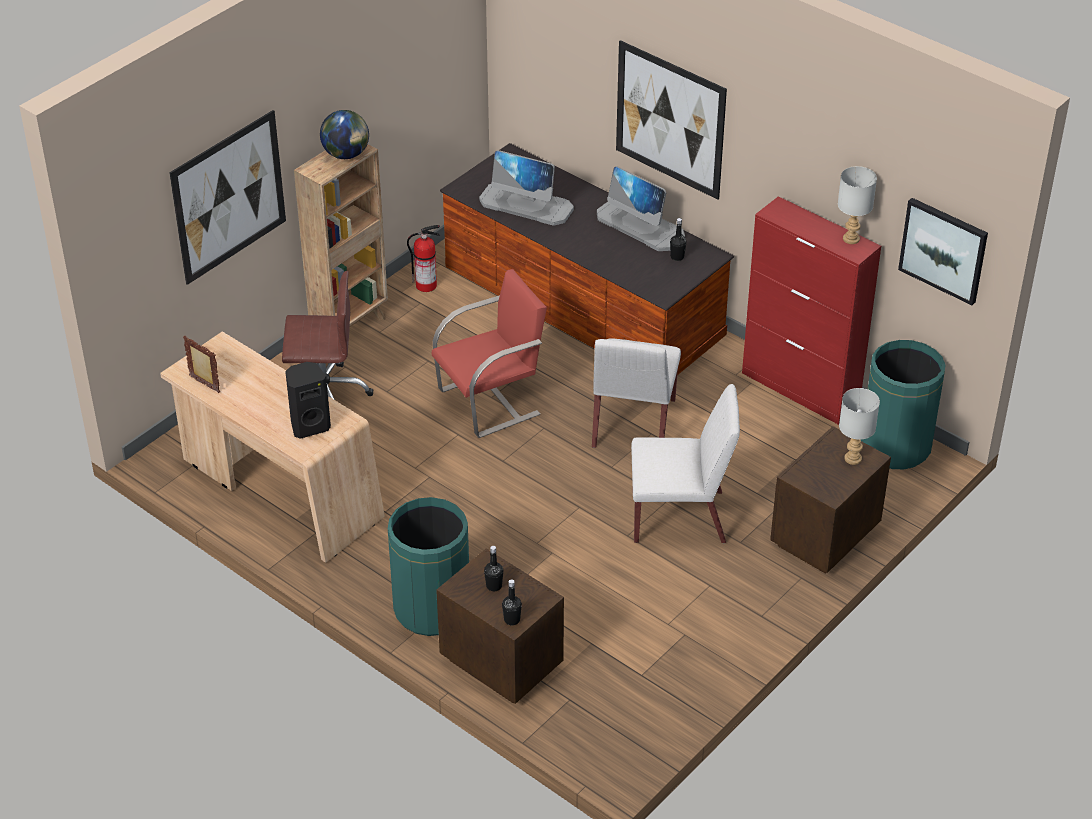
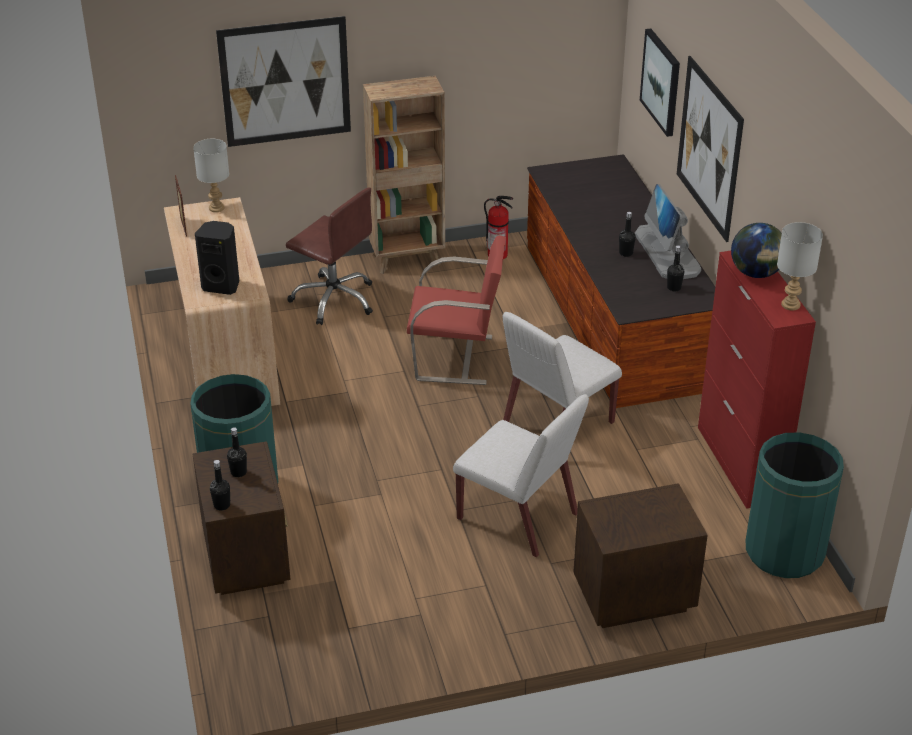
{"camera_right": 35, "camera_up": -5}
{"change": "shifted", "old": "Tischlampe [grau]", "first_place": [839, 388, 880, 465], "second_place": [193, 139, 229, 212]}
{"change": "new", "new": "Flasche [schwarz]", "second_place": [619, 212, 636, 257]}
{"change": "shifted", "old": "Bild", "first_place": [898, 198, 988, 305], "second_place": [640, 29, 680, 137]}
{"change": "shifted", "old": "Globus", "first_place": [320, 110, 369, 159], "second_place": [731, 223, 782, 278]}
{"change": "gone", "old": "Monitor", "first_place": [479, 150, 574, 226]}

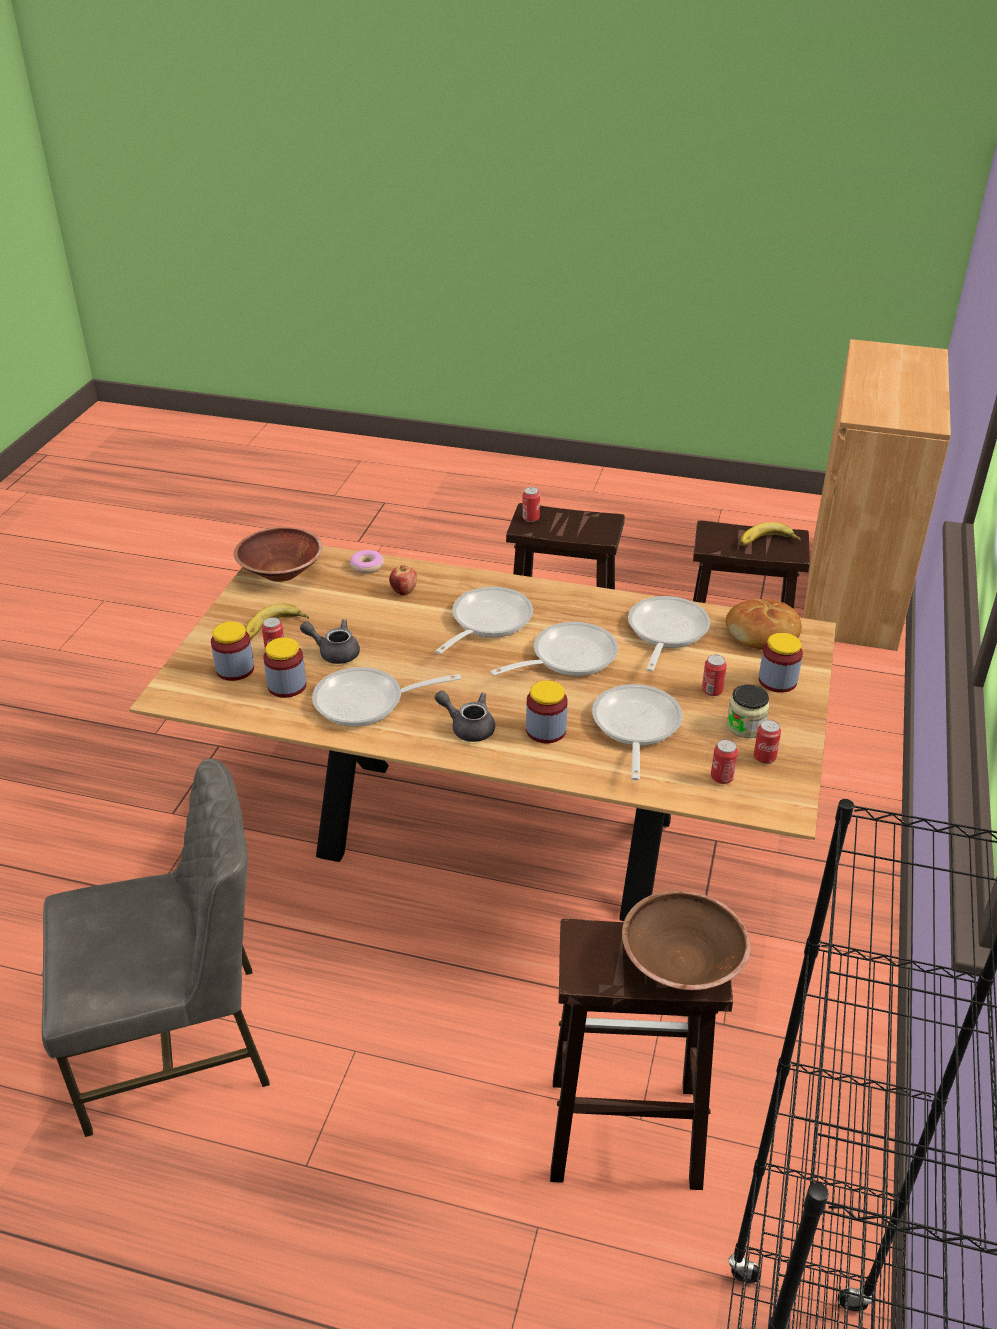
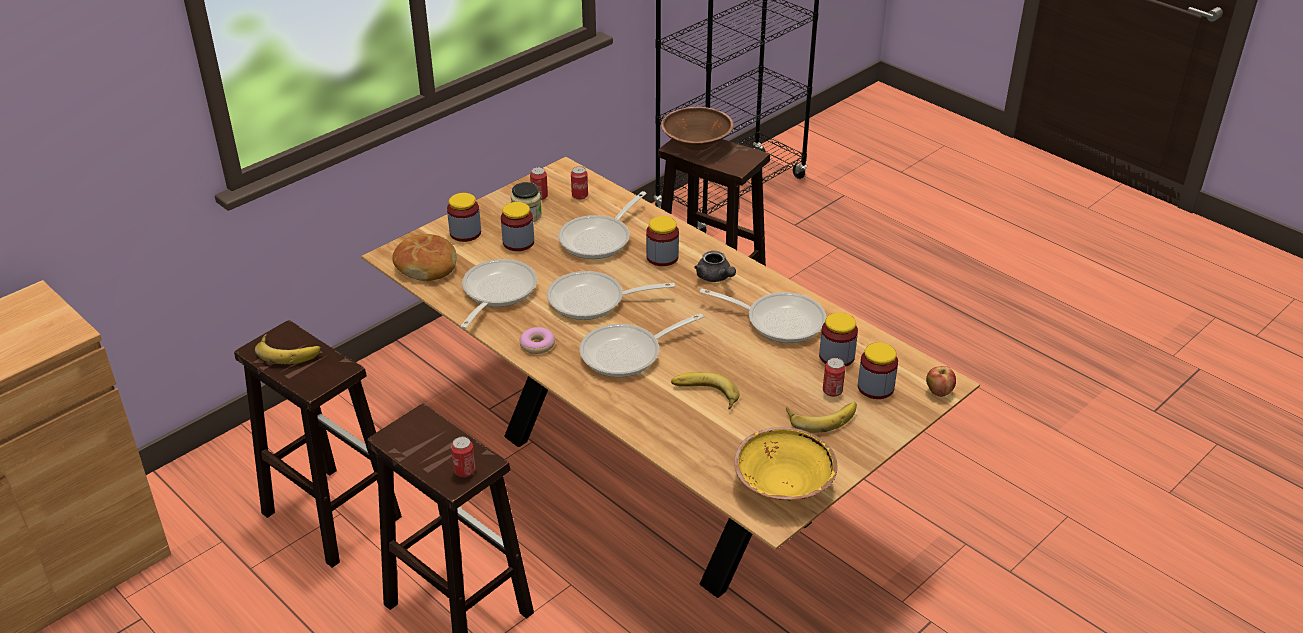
{"camera_right": -150, "camera_up": 0}
{"change": "rotated", "old": "Pfanne", "first_place": [628, 596, 710, 672], "second_place": [460, 259, 537, 329], "degrees": 150}
{"change": "swapped", "old": "Dose", "new": "Vorratsglas", "first_place": [702, 655, 727, 696], "second_place": [501, 202, 534, 251]}
{"change": "shifted", "old": "Donut", "first_place": [350, 550, 384, 574], "second_place": [519, 327, 555, 354]}
{"change": "new", "new": "Banane", "second_place": [671, 372, 739, 409]}
{"change": "repainted", "old": "Schüssel [braun]", "new": "Schüssel [gelb]", "first_place": [234, 527, 323, 582], "second_place": [734, 427, 837, 501]}
{"change": "shifted", "old": "Apfel", "first_place": [389, 565, 417, 595], "second_place": [926, 366, 956, 397]}
{"change": "gone", "old": "Stuhl [grau]", "first_place": [42, 759, 270, 1137]}
{"change": "gone", "old": "Teekanne [grau]", "first_place": [300, 619, 360, 664]}

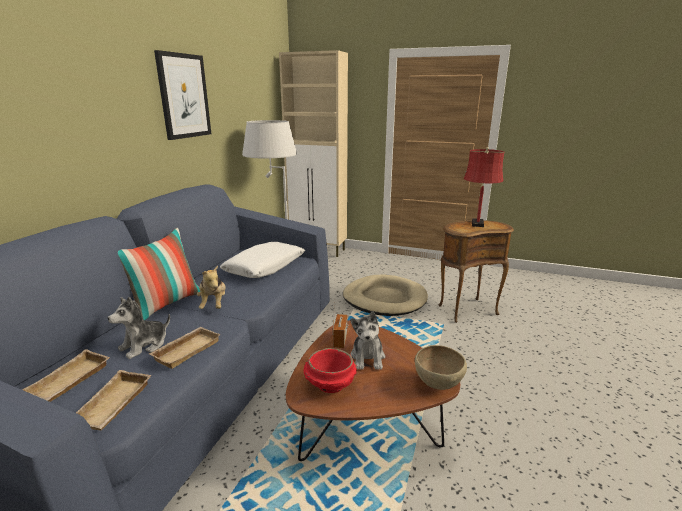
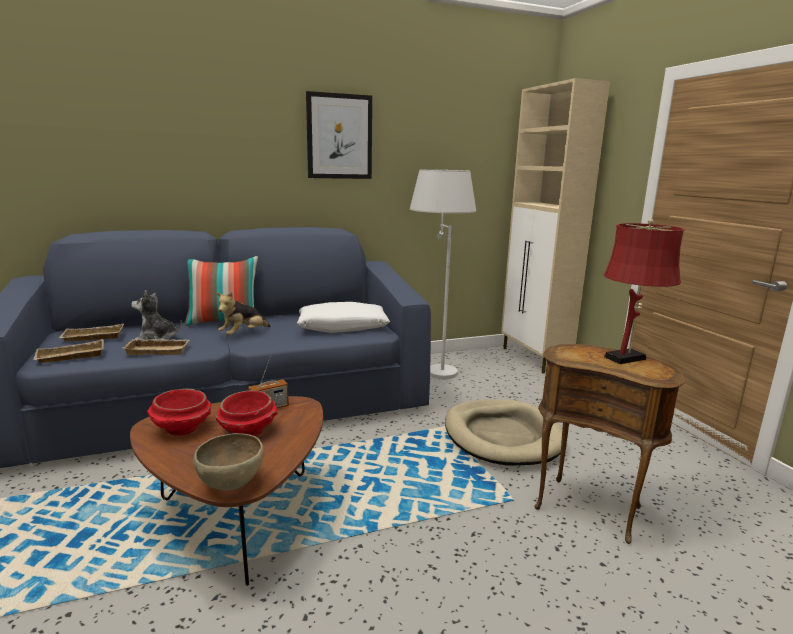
{"camera_right": 50, "camera_up": -5}
{"change": "swapped", "old": "Plüschtier", "new": "Schüssel [rot]", "first_place": [350, 312, 385, 370], "second_place": [216, 390, 278, 436]}

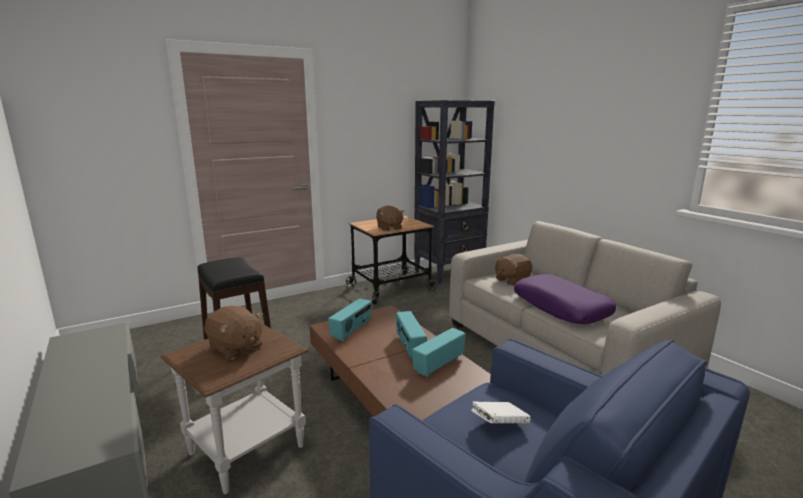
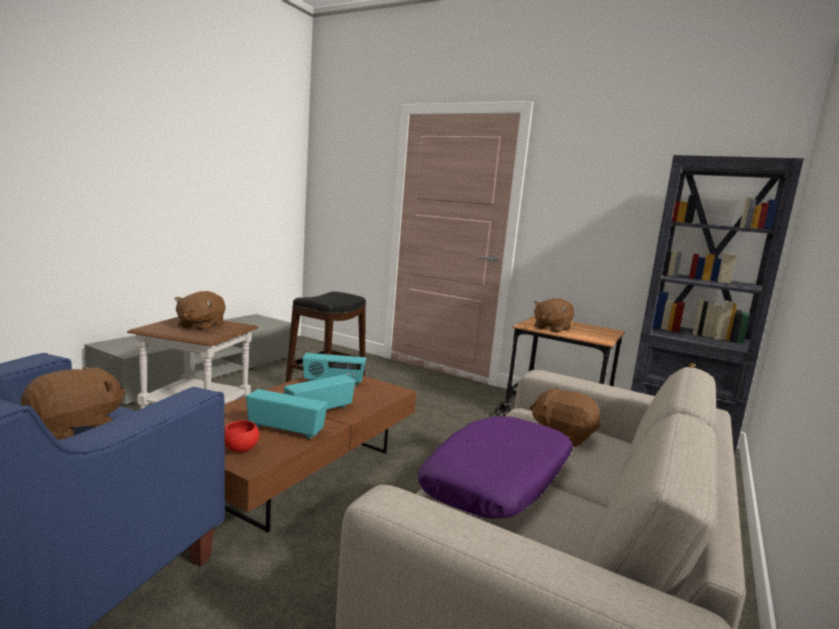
{"camera_right": 60, "camera_up": -5}
{"change": "swapped", "old": "Buch [weiß]", "new": "Plüschtier [braun]", "first_place": [471, 402, 530, 424], "second_place": [21, 366, 126, 440]}
{"change": "new", "new": "Schüssel [rot]", "second_place": [225, 420, 259, 453]}

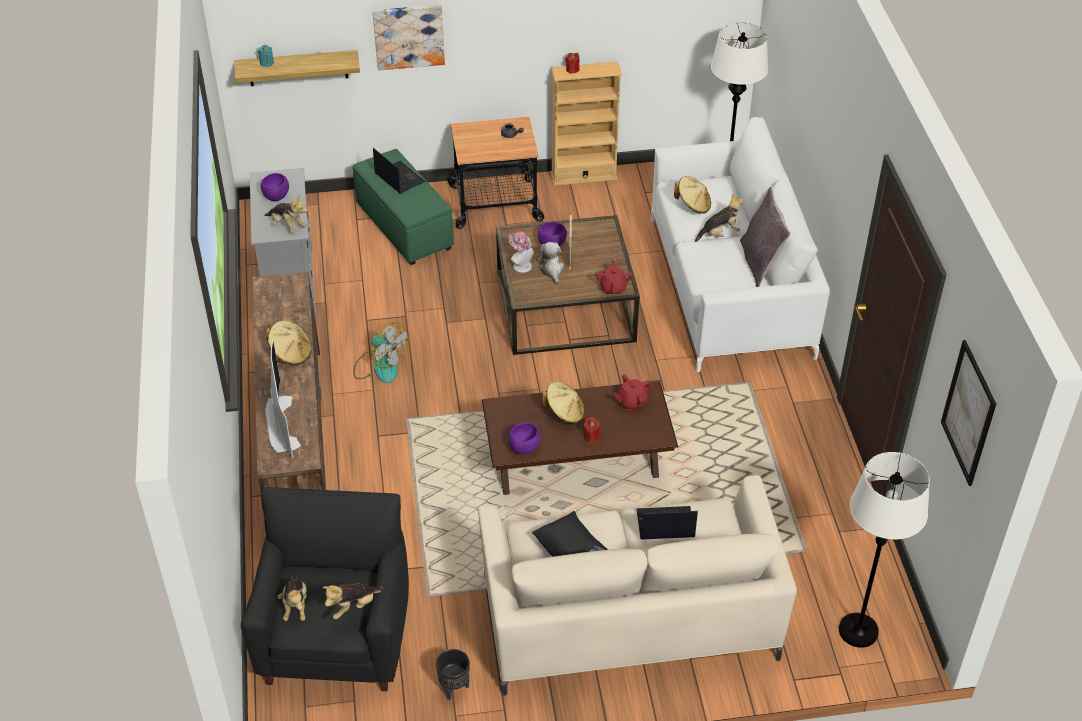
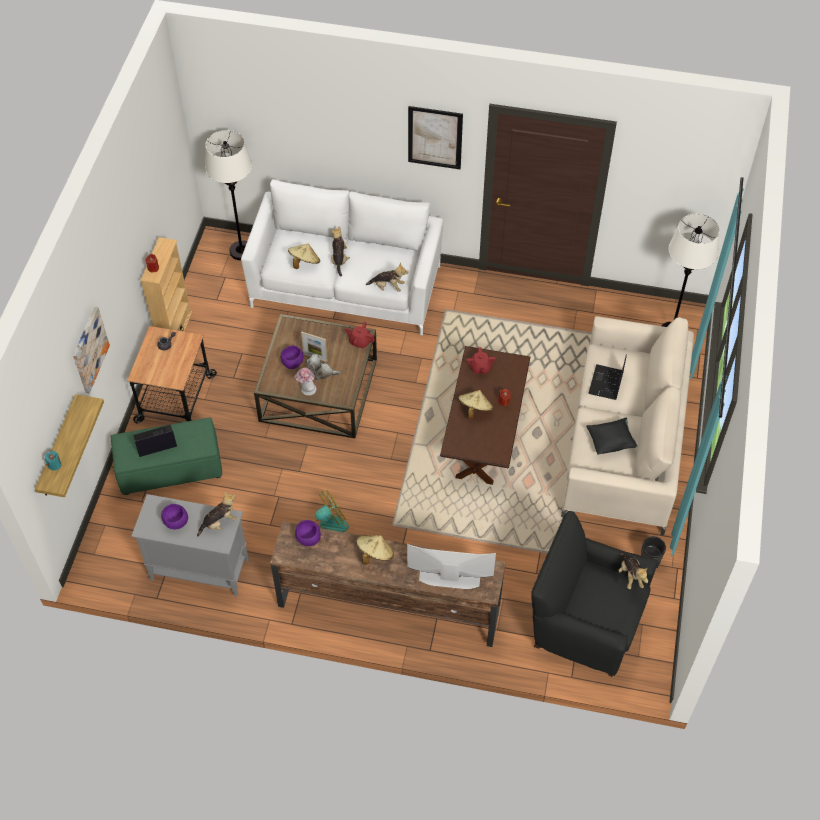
{"camera_right": -70, "camera_up": 10}
{"change": "shifted", "old": "Schüssel [lila]", "first_place": [508, 423, 541, 455], "second_place": [295, 520, 321, 546]}
{"change": "shifted", "old": "Plüschtier", "first_place": [277, 577, 307, 621], "second_place": [366, 263, 409, 292]}
{"change": "shifted", "old": "Bild", "first_place": [941, 340, 996, 486], "second_place": [408, 106, 463, 169]}
{"change": "gone", "old": "Kissen [grau]", "first_place": [740, 187, 791, 287]}

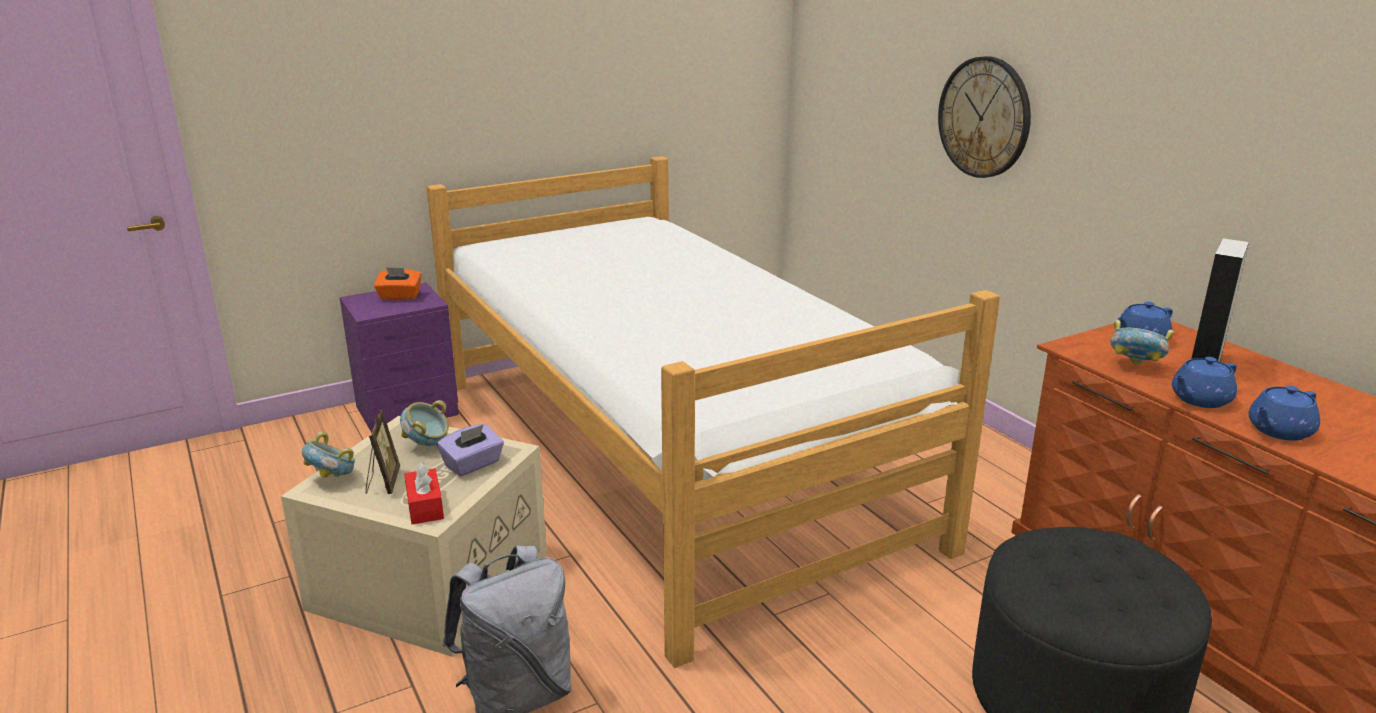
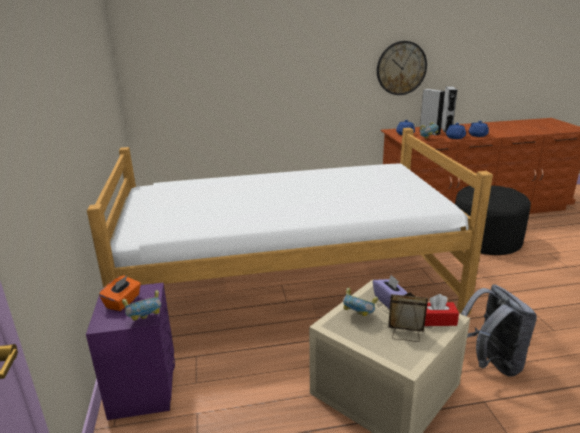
{"camera_right": -70, "camera_up": 0}
{"change": "shifted", "old": "Schüssel", "first_place": [302, 431, 355, 477], "second_place": [122, 290, 161, 321]}
{"change": "shifted", "old": "Wanduhr", "first_place": [938, 56, 1031, 178], "second_place": [377, 41, 427, 95]}
{"change": "new", "new": "Lautsprecher [grau]", "second_place": [441, 87, 457, 132]}

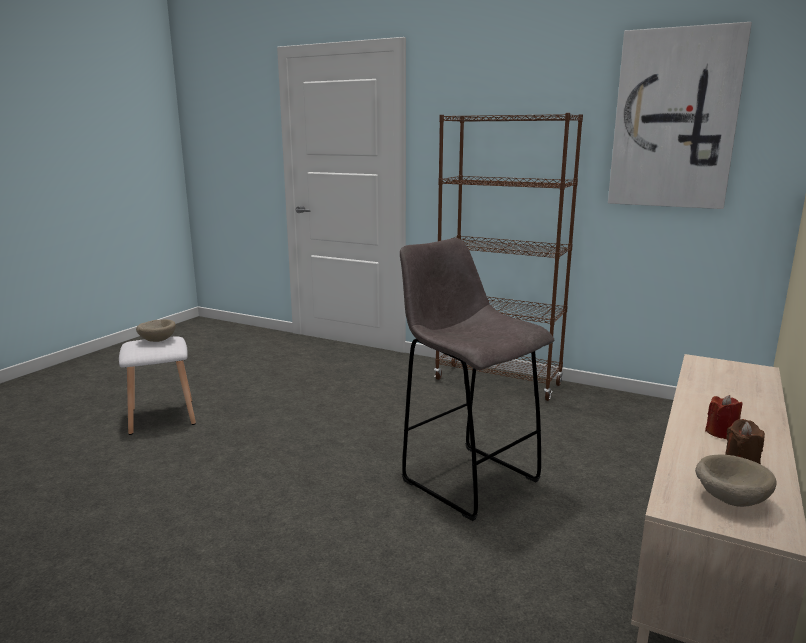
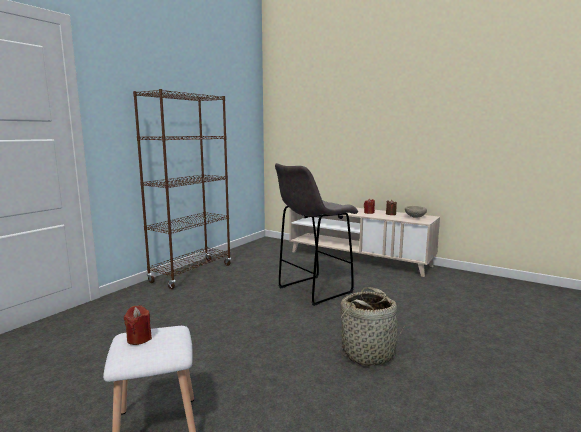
{"camera_right": -85, "camera_up": -5}
{"change": "swapped", "old": "Schüssel [beige]", "new": "Kerze [rot]", "first_place": [136, 319, 176, 342], "second_place": [124, 305, 152, 345]}
{"change": "new", "new": "Korb", "second_place": [338, 287, 405, 366]}
{"change": "gone", "old": "Bild", "first_place": [608, 22, 752, 209]}

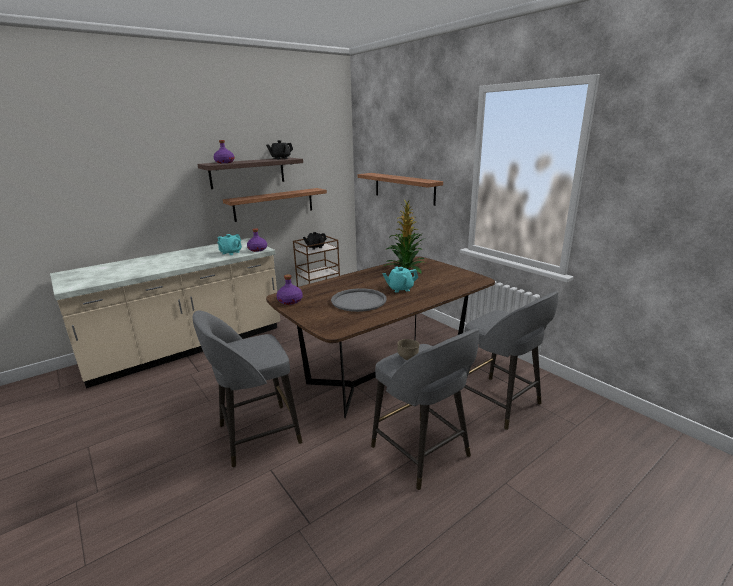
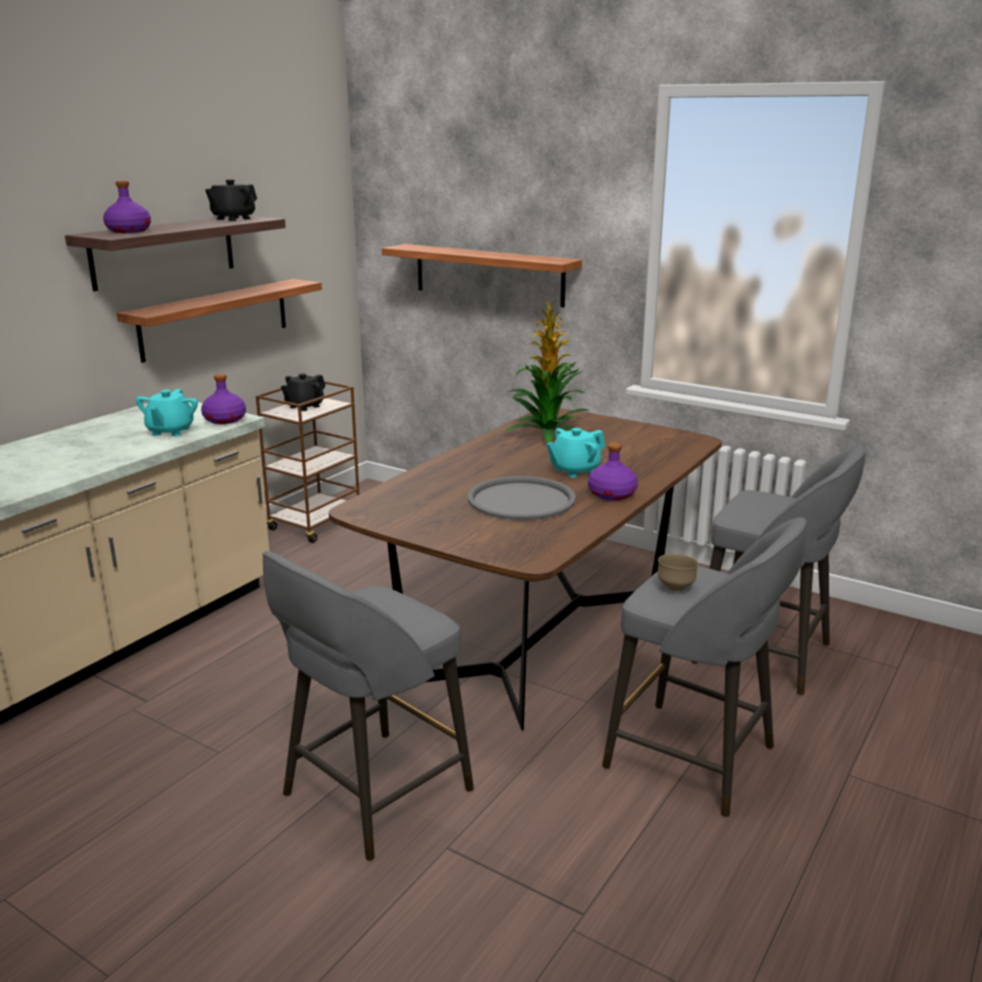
{"camera_right": -20, "camera_up": 0}
{"change": "shifted", "old": "Flasche [lila]", "first_place": [277, 274, 303, 305], "second_place": [588, 442, 638, 501]}

